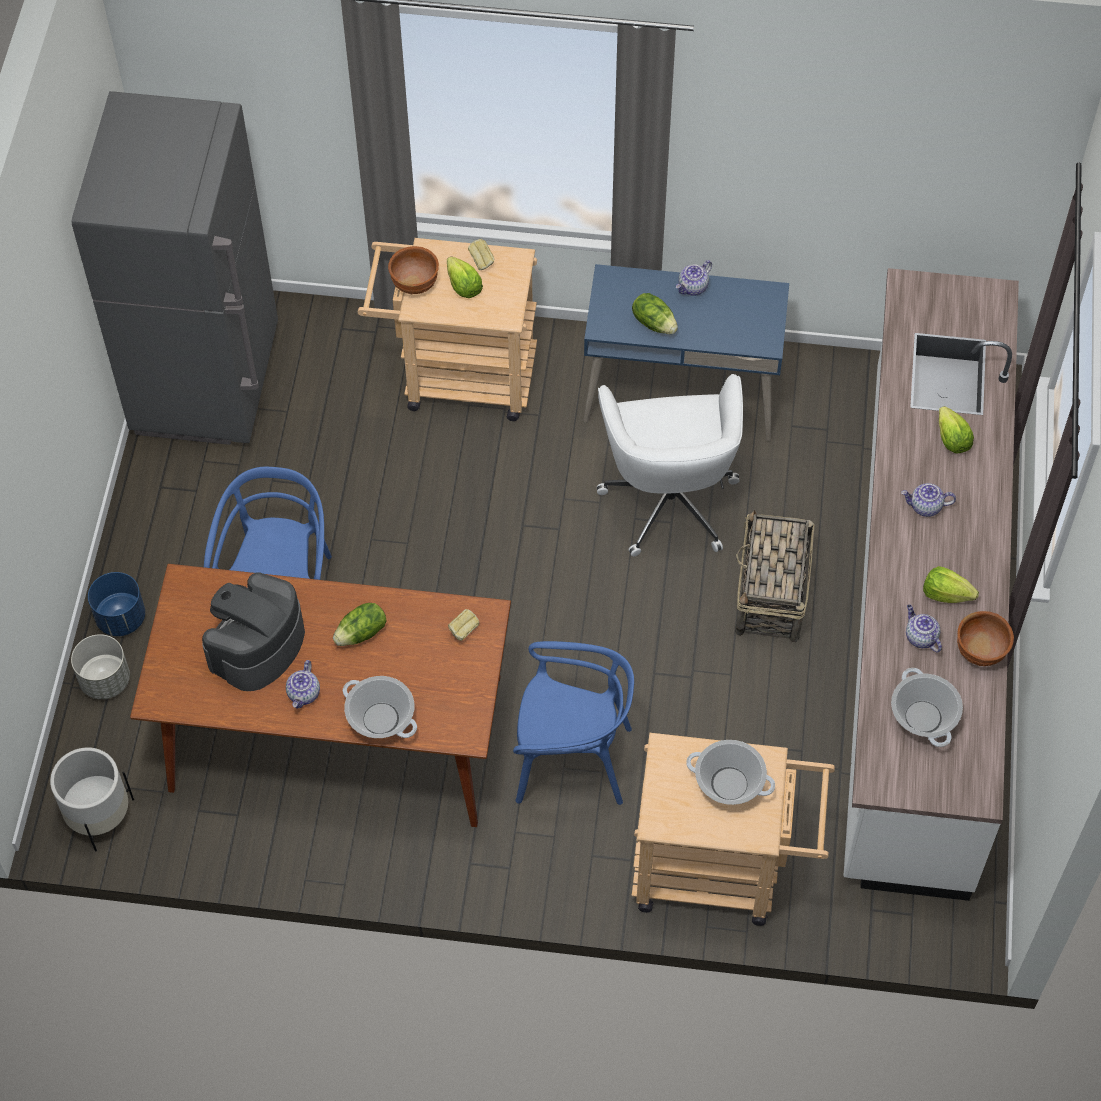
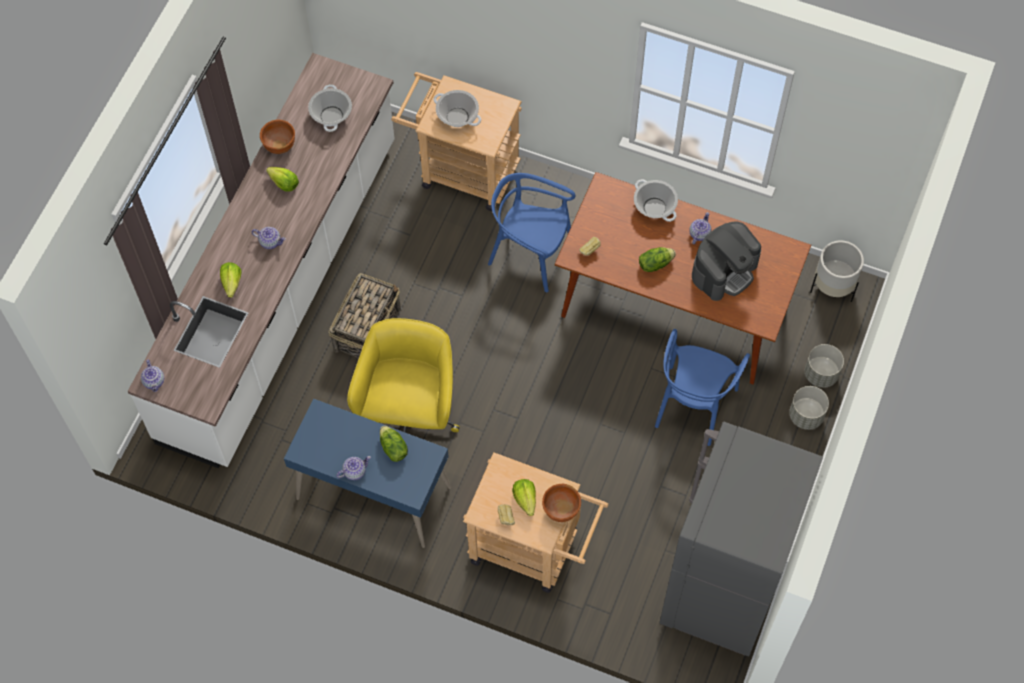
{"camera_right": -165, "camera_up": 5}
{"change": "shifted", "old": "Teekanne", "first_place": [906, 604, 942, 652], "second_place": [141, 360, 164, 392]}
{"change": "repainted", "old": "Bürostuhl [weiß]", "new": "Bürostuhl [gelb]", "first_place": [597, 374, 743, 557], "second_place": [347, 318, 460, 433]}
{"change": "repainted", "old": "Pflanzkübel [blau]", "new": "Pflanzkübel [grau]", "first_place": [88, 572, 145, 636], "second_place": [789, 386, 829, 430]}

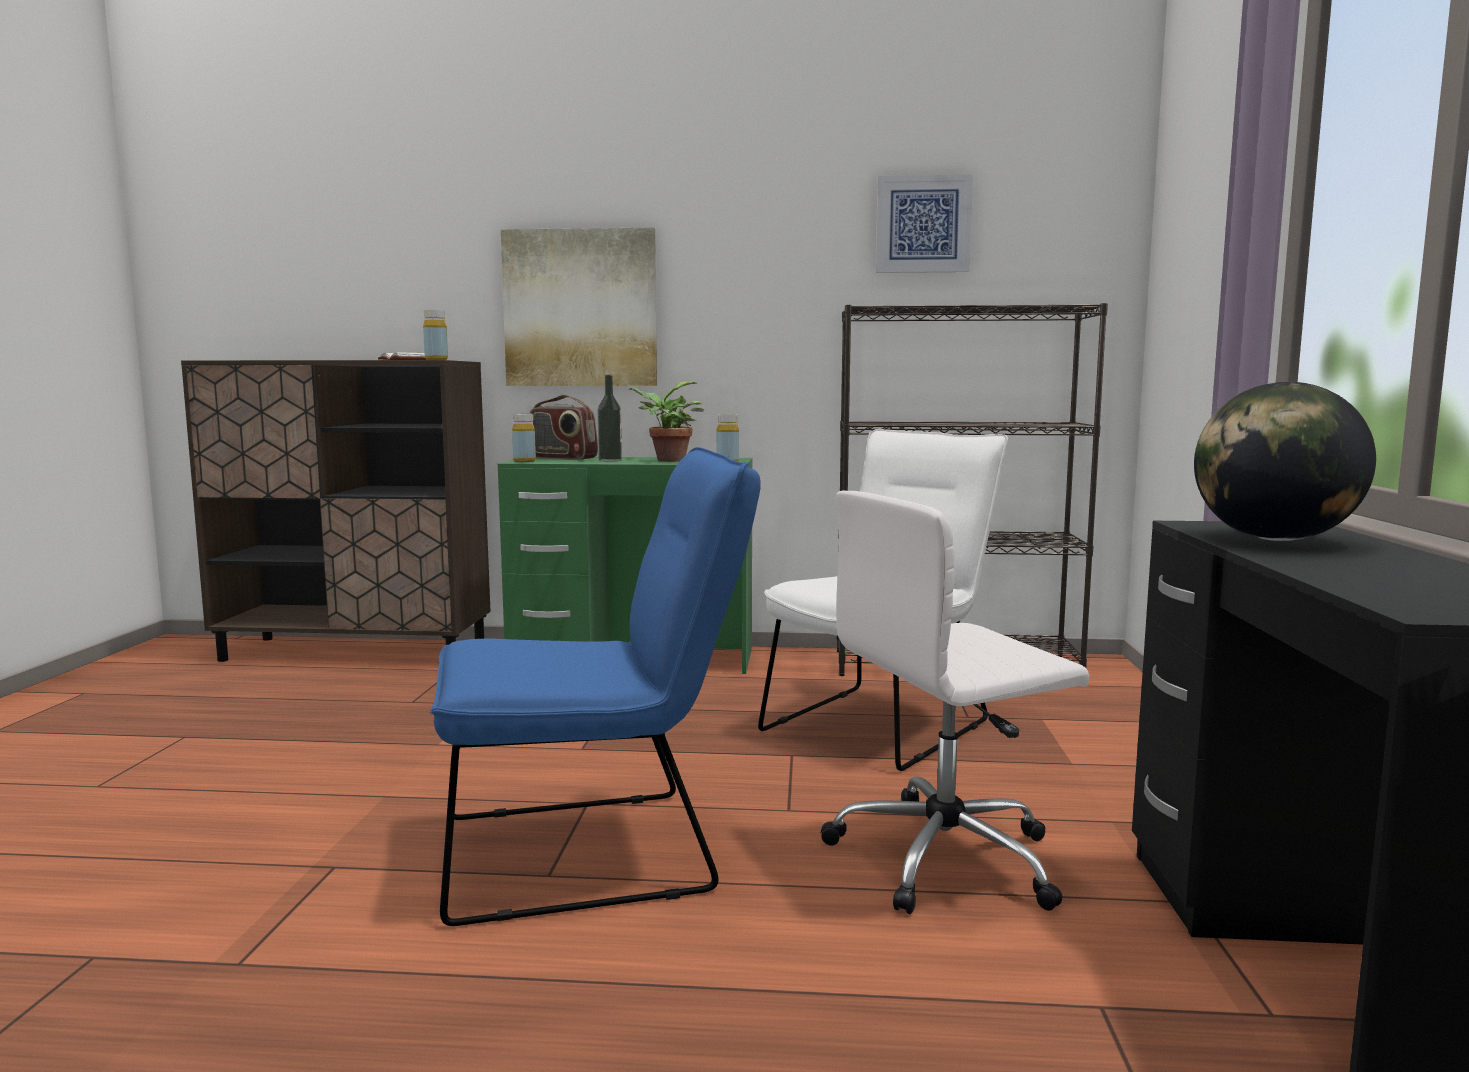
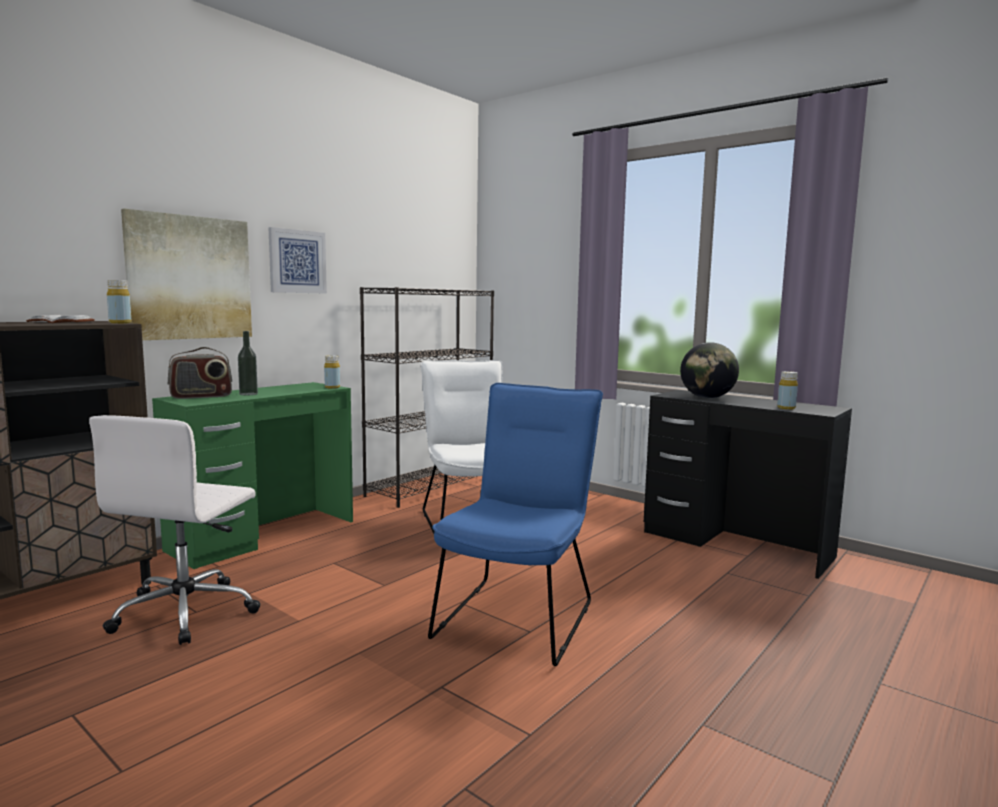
{"camera_right": -55, "camera_up": 0}
{"change": "shifted", "old": "Bürostuhl [weiß]", "first_place": [821, 491, 1089, 914], "second_place": [89, 415, 260, 645]}
{"change": "shifted", "old": "Bild", "first_place": [875, 175, 973, 273], "second_place": [268, 227, 327, 294]}
{"change": "shifted", "old": "Flasche [gelb]", "first_place": [512, 414, 536, 462], "second_place": [777, 371, 798, 410]}
{"change": "gone", "old": "Topfpflanze", "first_place": [629, 382, 704, 462]}

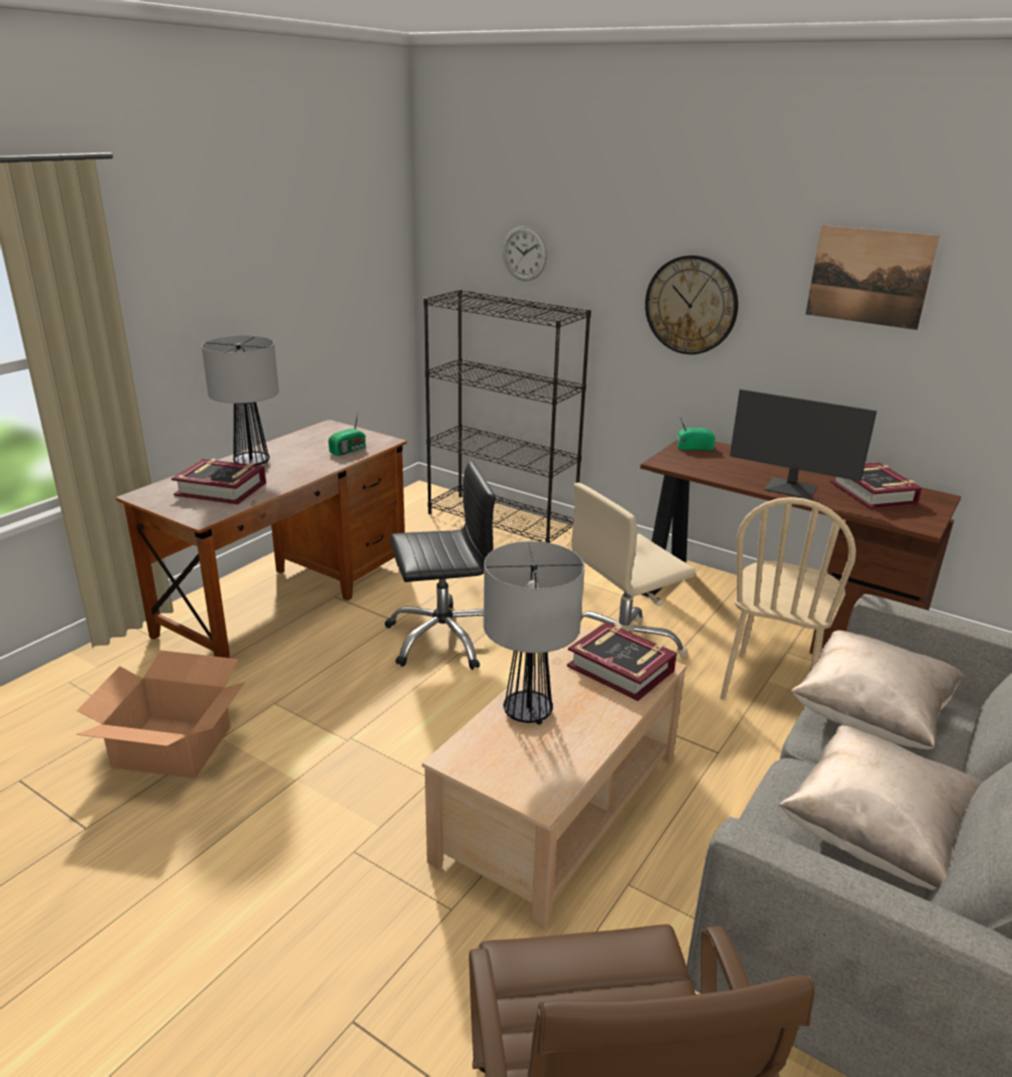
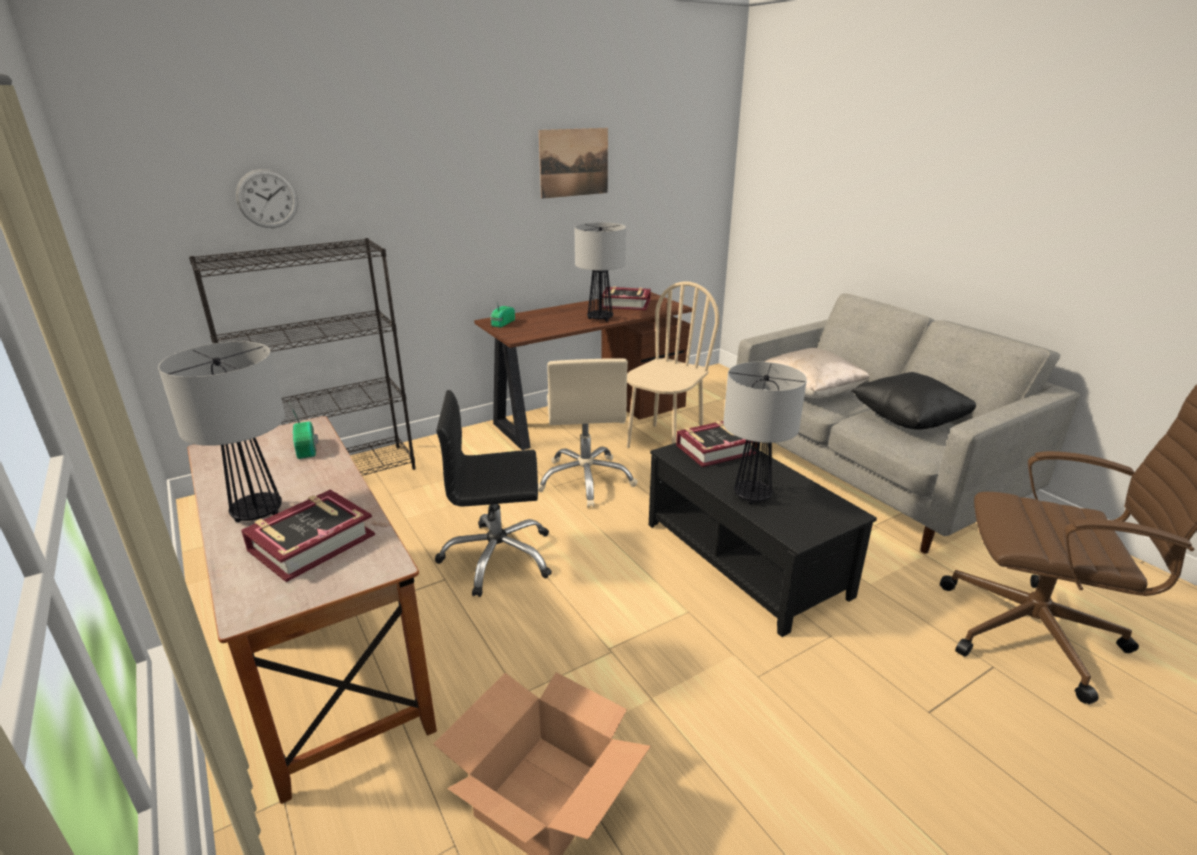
{"camera_right": -65, "camera_up": 0}
{"change": "rotated", "old": "Bürostuhl [schwarz]", "first_place": [385, 461, 496, 670], "second_place": [435, 390, 552, 597], "degrees": -105}
{"change": "swapped", "old": "Monitor", "new": "Tischlampe", "first_place": [730, 389, 877, 500], "second_place": [574, 222, 626, 321]}
{"change": "rotated", "old": "Stuhl [beige]", "first_place": [720, 497, 856, 700], "second_place": [627, 281, 719, 448], "degrees": -105}
{"change": "repainted", "old": "Couchtisch [beige]", "new": "Couchtisch [schwarz]", "first_place": [422, 627, 687, 930], "second_place": [649, 443, 877, 637]}
{"change": "repainted", "old": "Kissen [beige]", "new": "Kissen [schwarz]", "first_place": [779, 725, 982, 890], "second_place": [851, 372, 976, 430]}
{"change": "gone", "old": "Wanduhr", "first_place": [645, 255, 738, 355]}

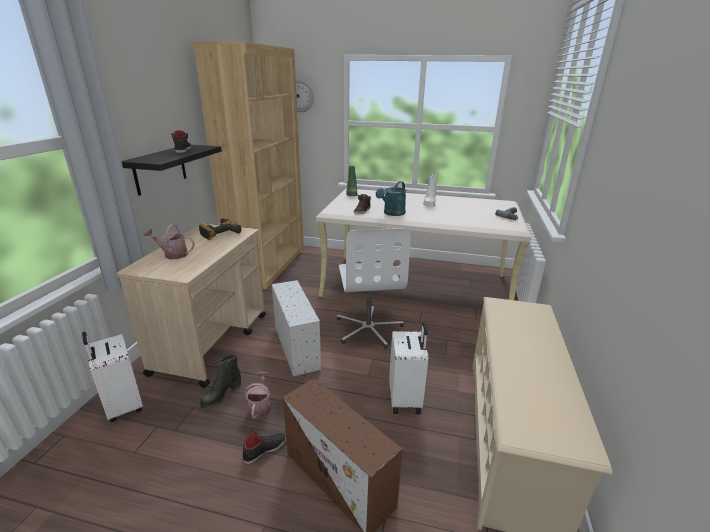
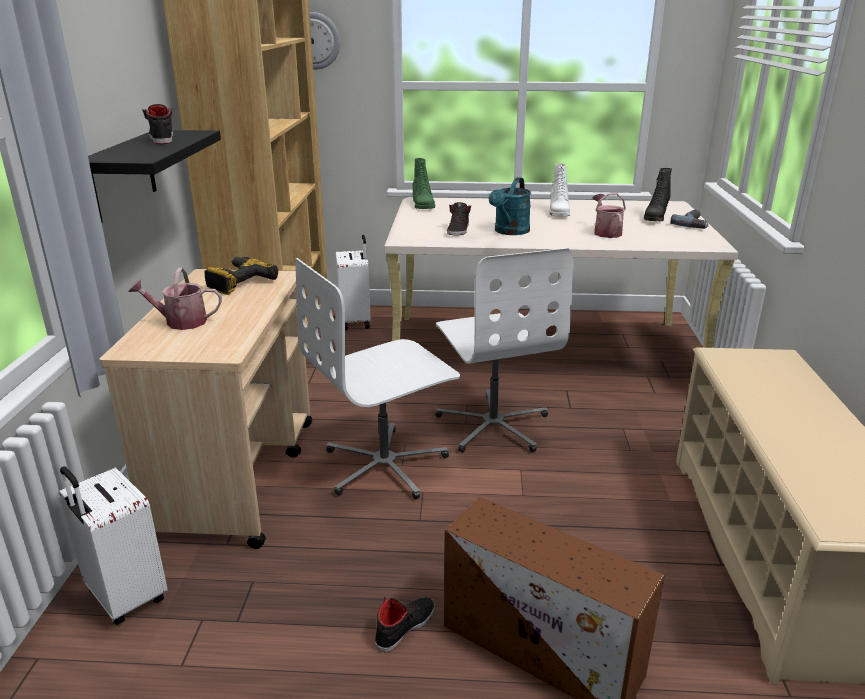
{"camera_right": -10, "camera_up": 0}
{"change": "swapped", "old": "Aufbewahrungsbox [weiß]", "new": "Bürostuhl [weiß]", "first_place": [272, 280, 321, 376], "second_place": [295, 258, 460, 499]}
{"change": "shifted", "old": "Koffer [weiß]", "first_place": [389, 322, 428, 414], "second_place": [336, 235, 371, 330]}
{"change": "shifted", "old": "Gießkanne", "first_place": [245, 372, 271, 419], "second_place": [593, 193, 626, 238]}
{"change": "shifted", "old": "Stiefel [schwarz]", "first_place": [200, 354, 241, 408], "second_place": [644, 168, 672, 221]}

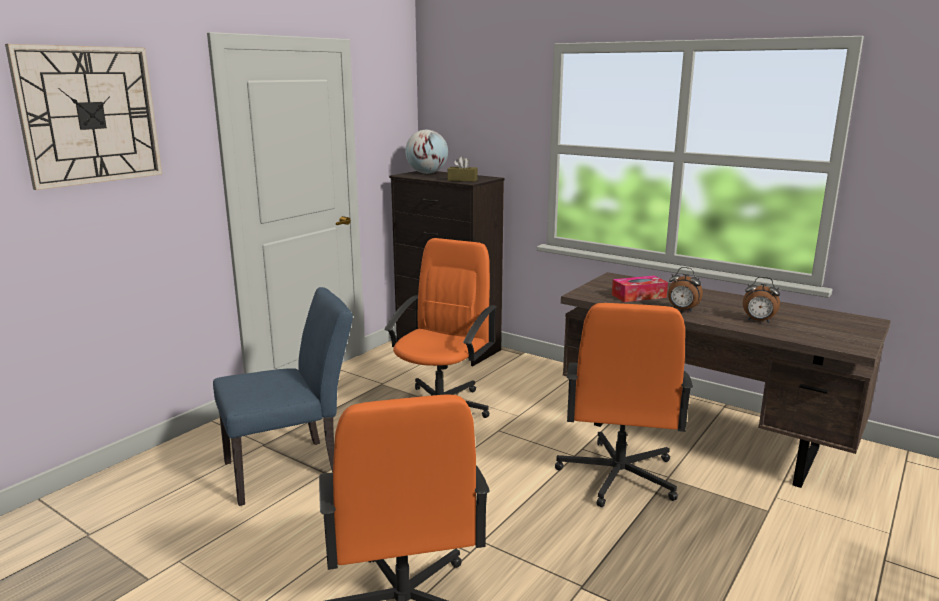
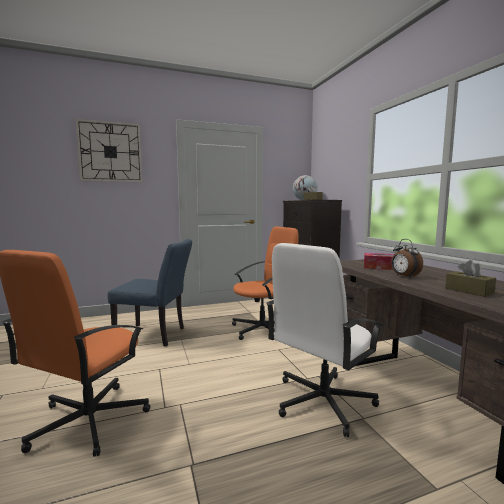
{"camera_right": 35, "camera_up": -10}
{"change": "repainted", "old": "Bürostuhl [orange]", "new": "Bürostuhl [weiß]", "first_place": [555, 303, 693, 507], "second_place": [267, 243, 384, 437]}
{"change": "swapped", "old": "Wecker", "new": "Taschentuchbox [braun]", "first_place": [743, 277, 780, 323], "second_place": [445, 260, 496, 297]}

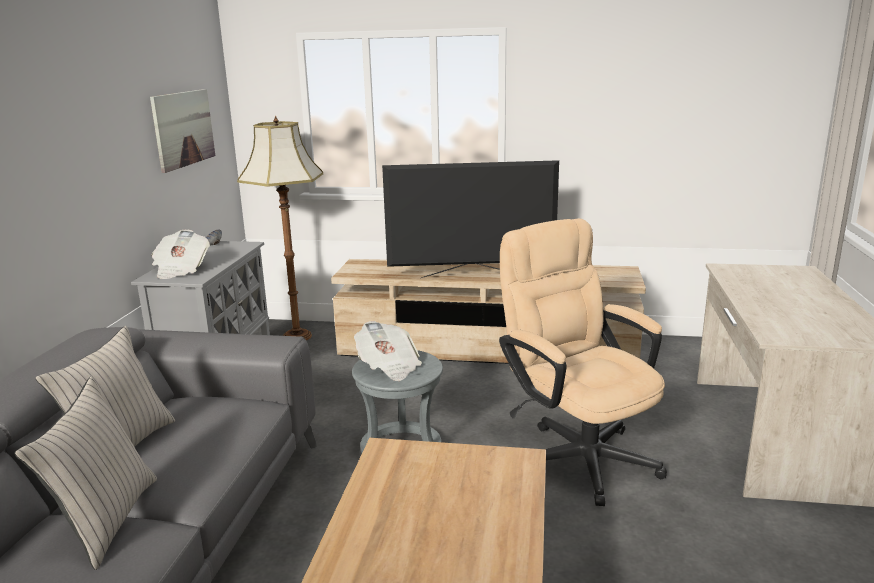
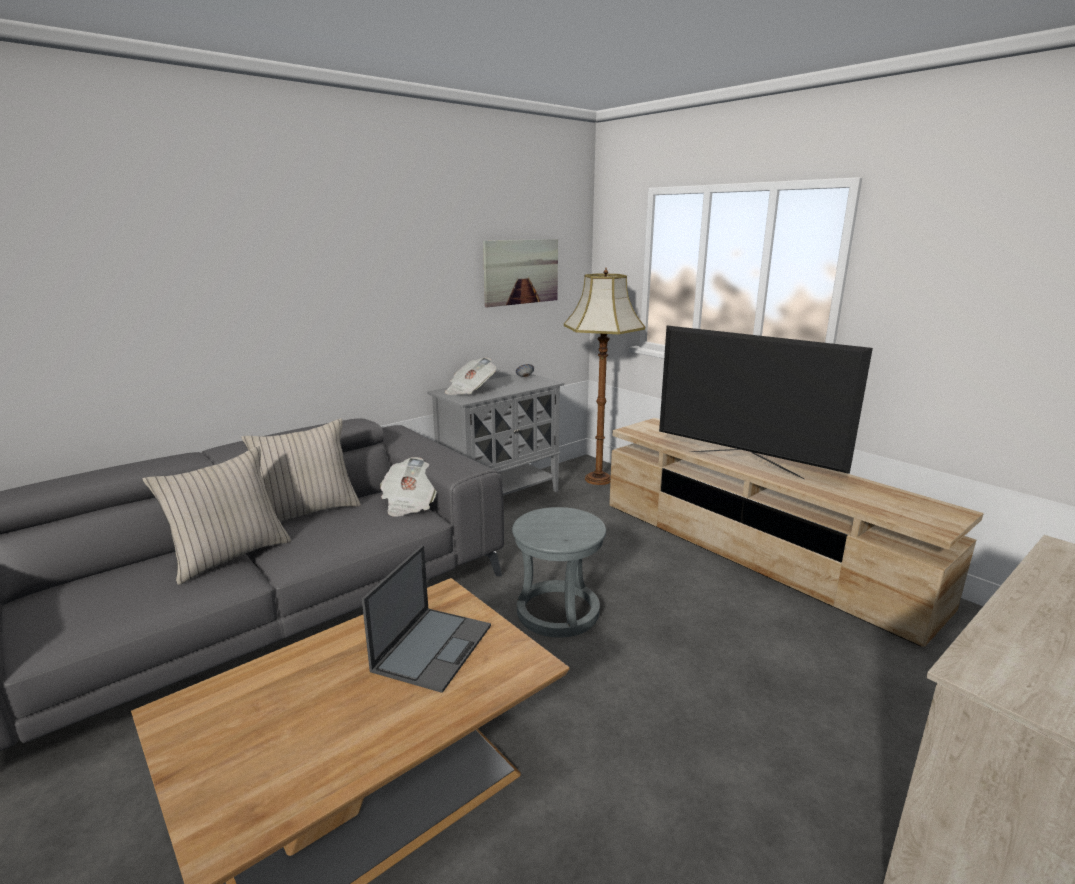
{"camera_right": 40, "camera_up": 0}
{"change": "new", "new": "Laptop", "second_place": [362, 545, 491, 693]}
{"change": "shifted", "old": "Zeitung", "first_place": [354, 321, 422, 381], "second_place": [380, 457, 437, 517]}
{"change": "gone", "old": "Bürostuhl [beige]", "first_place": [499, 219, 667, 506]}

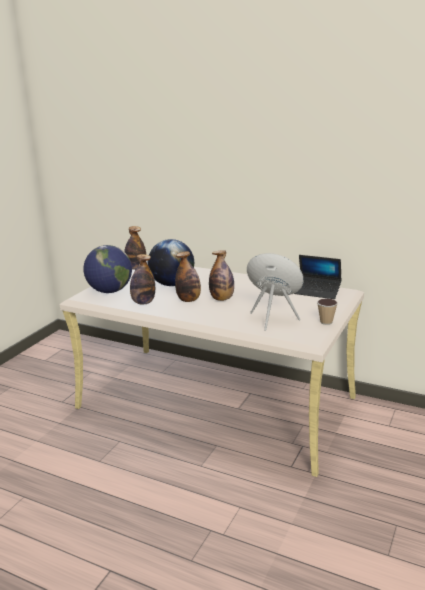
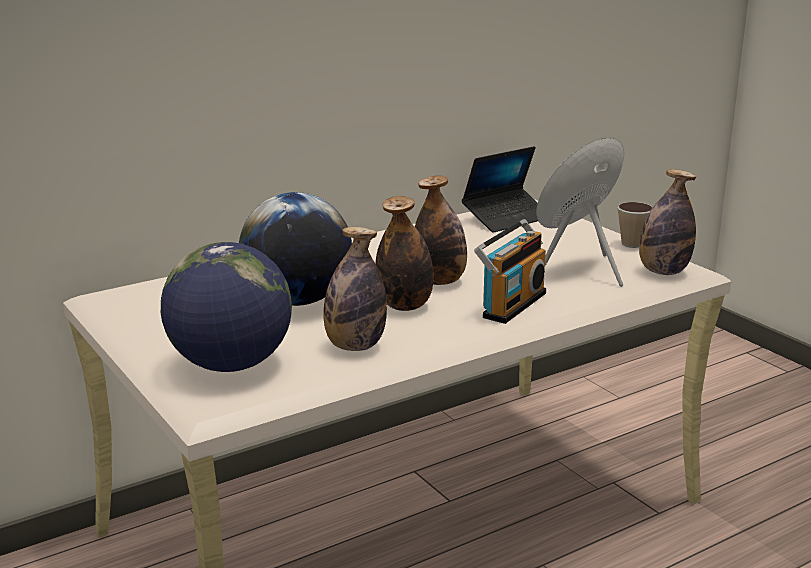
{"camera_right": -60, "camera_up": 0}
{"change": "new", "new": "Radio", "second_place": [474, 219, 546, 324]}
{"change": "shifted", "old": "Flasche", "first_place": [124, 226, 146, 270], "second_place": [639, 169, 696, 275]}

